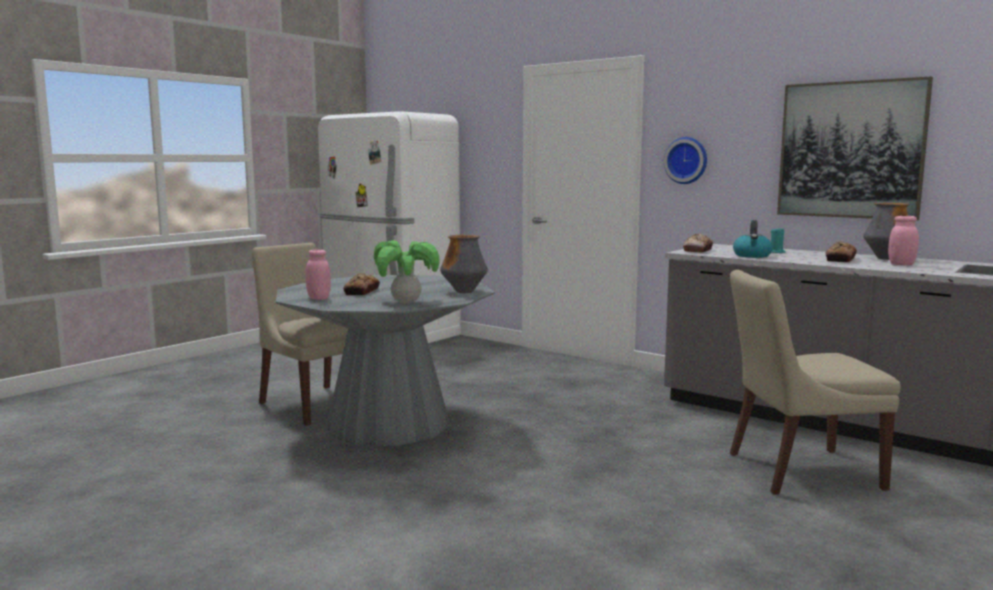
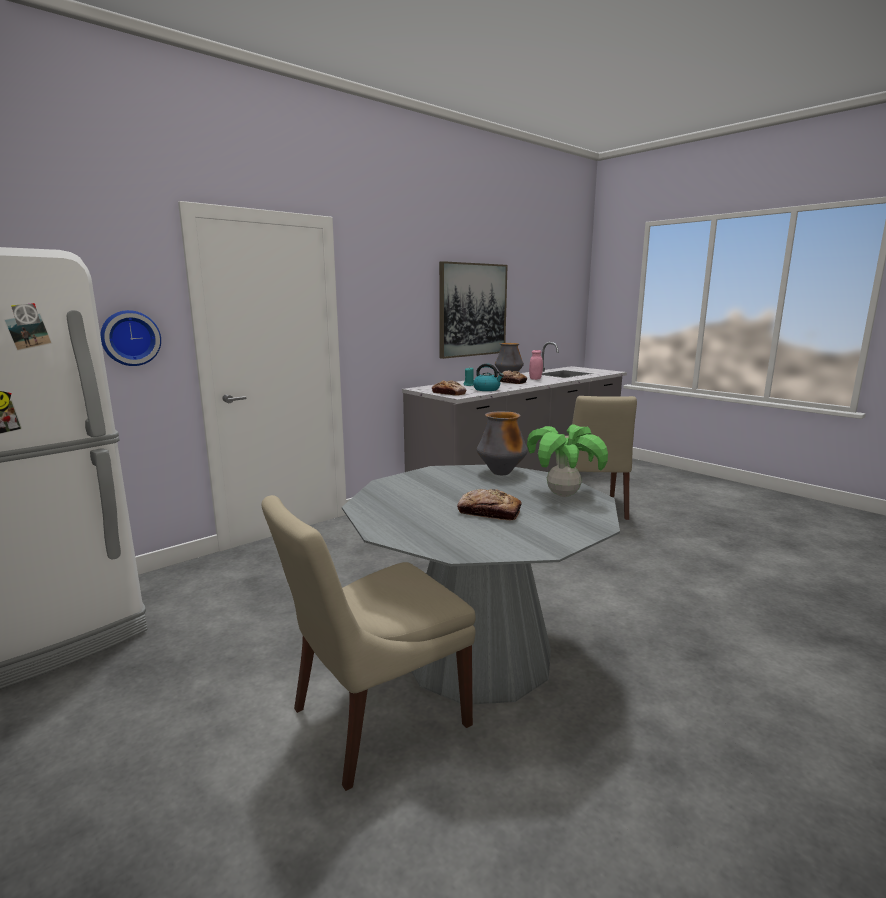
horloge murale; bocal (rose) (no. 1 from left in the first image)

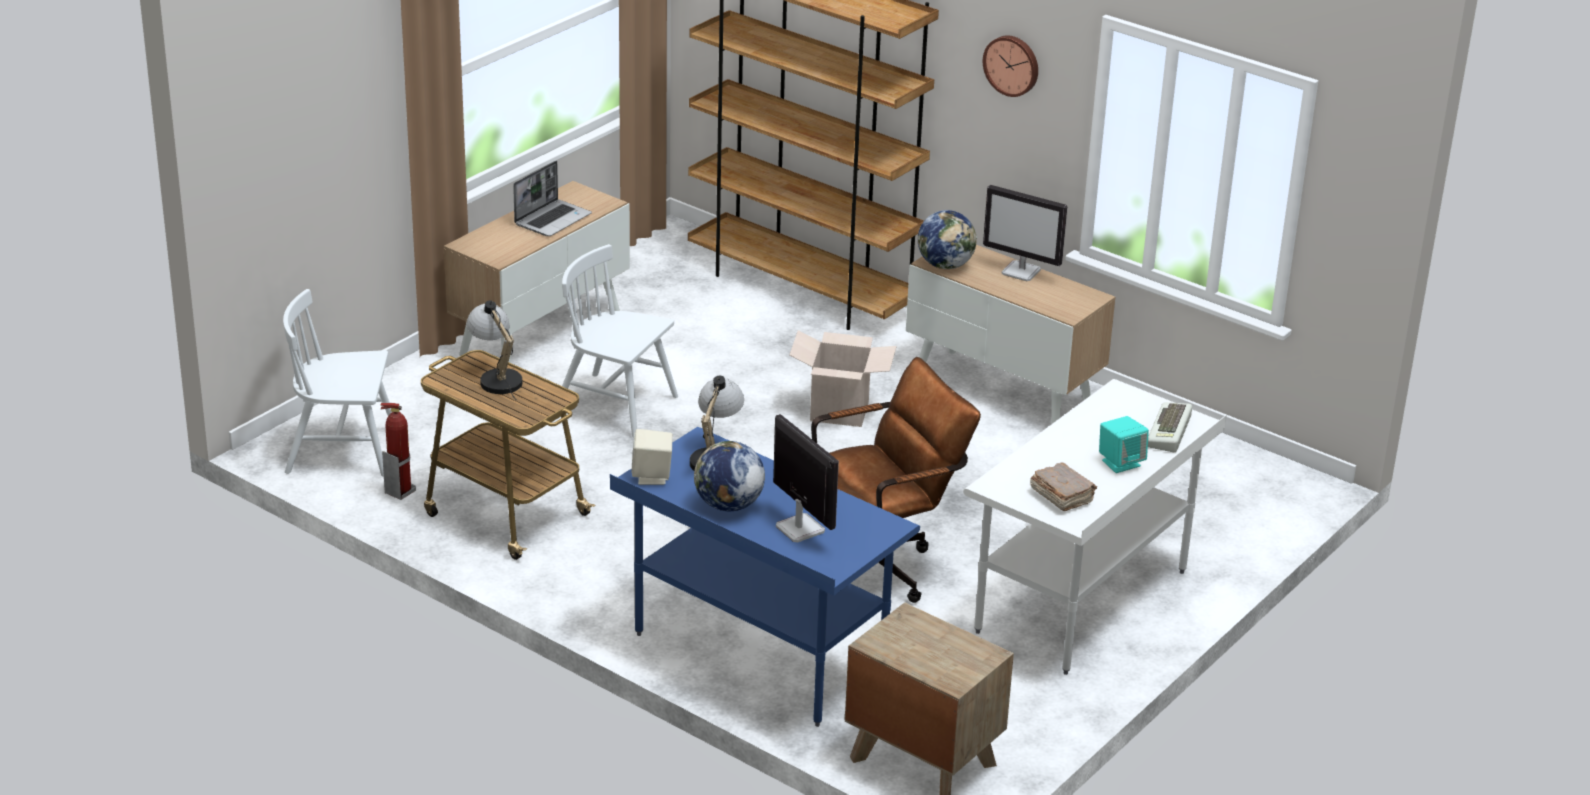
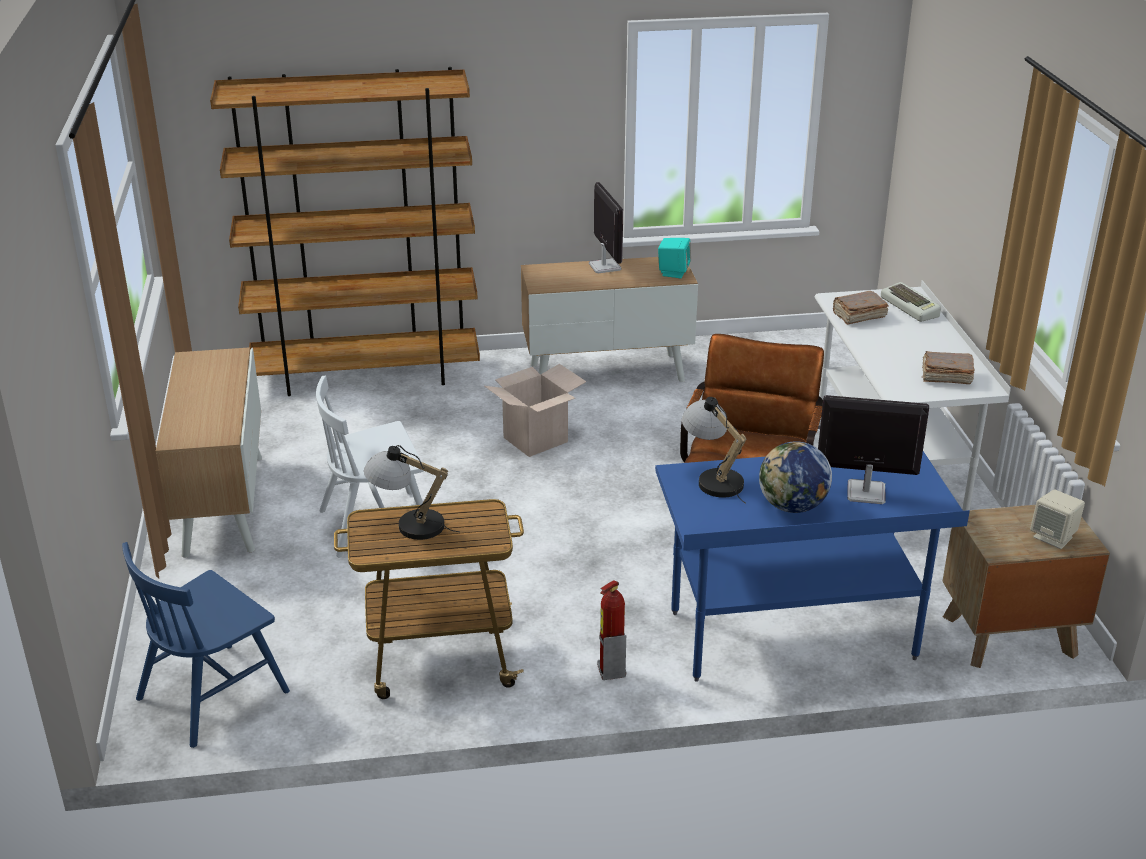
chaise (bleu); écran d'ordinateur (no. 1 from left); extincteur; enceinte (turquoise); livre (marron) (no. 1 from left); enceinte (beige); ordinateur portable; globe (no. 2 from left in the first image); horloge murale

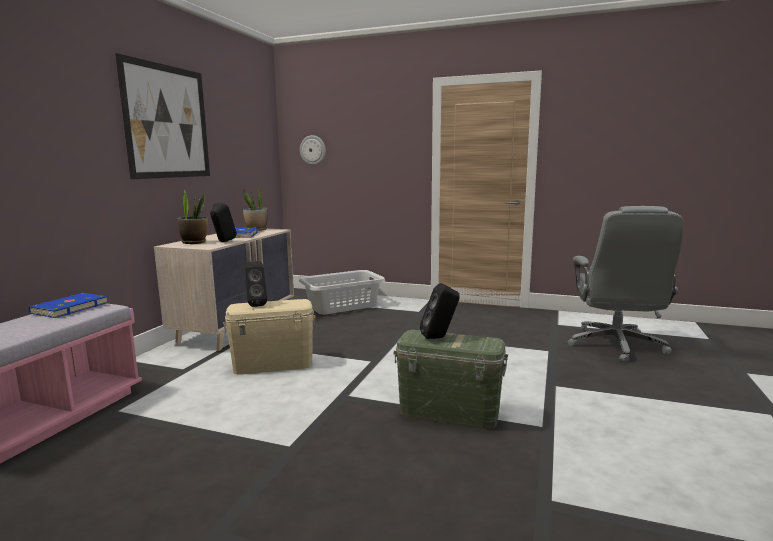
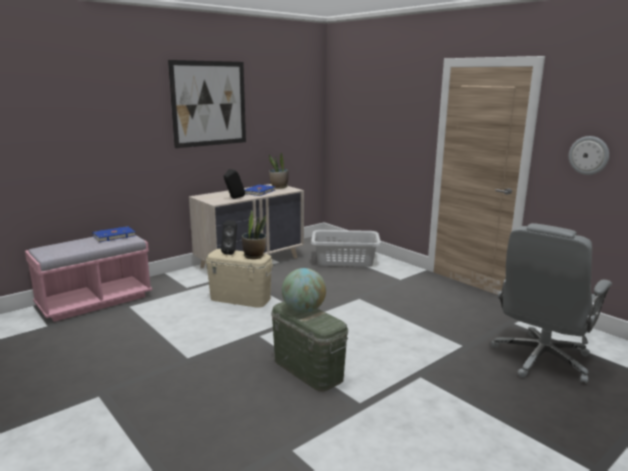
plante en pot (no. 1 from left); globe; horloge murale

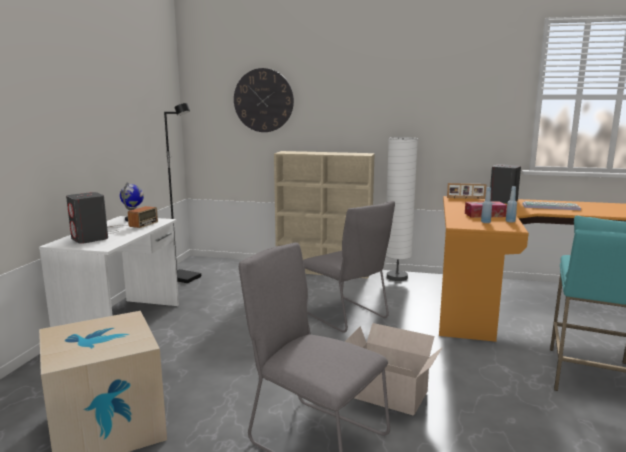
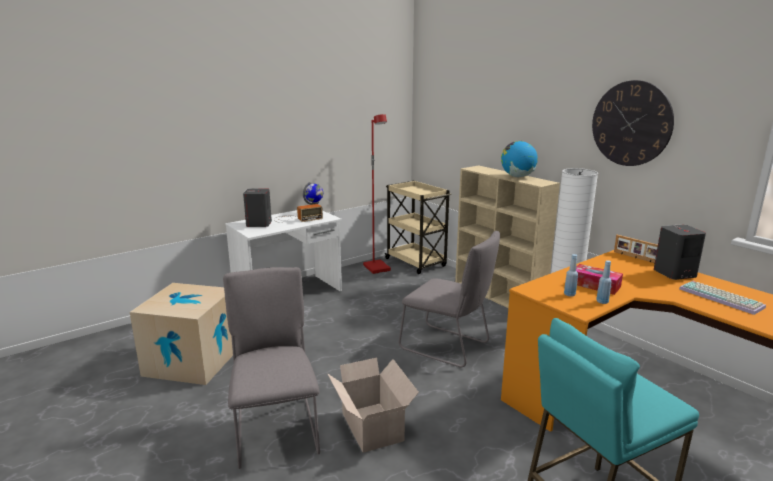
lampadaire (rouge); chariot (beige); chaise (gris) (no. 2 from left); globe (no. 2 from left); horloge murale

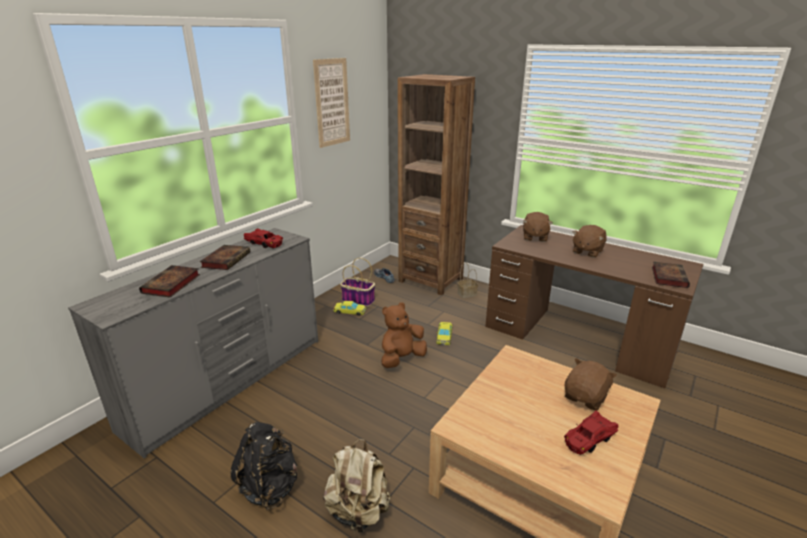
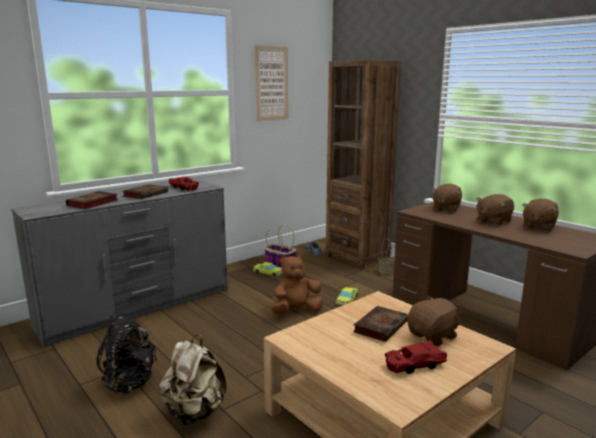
livre (no. 3 from left); peluche (marron) (no. 5 from left)

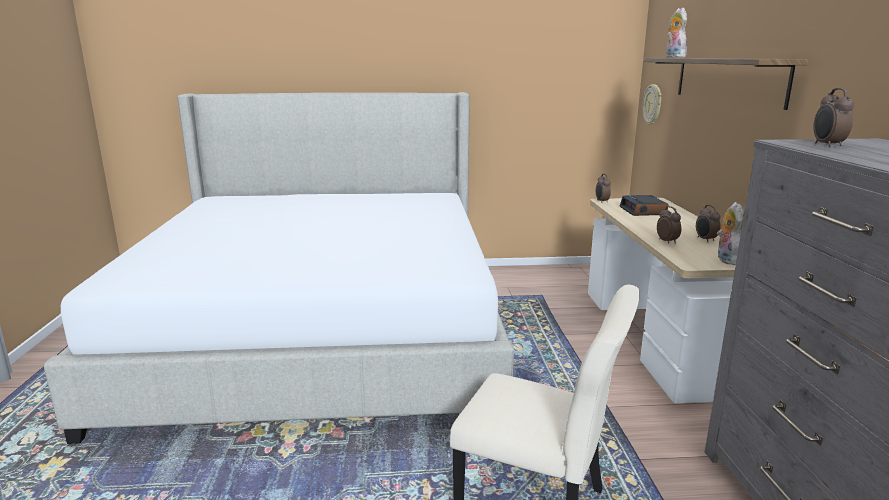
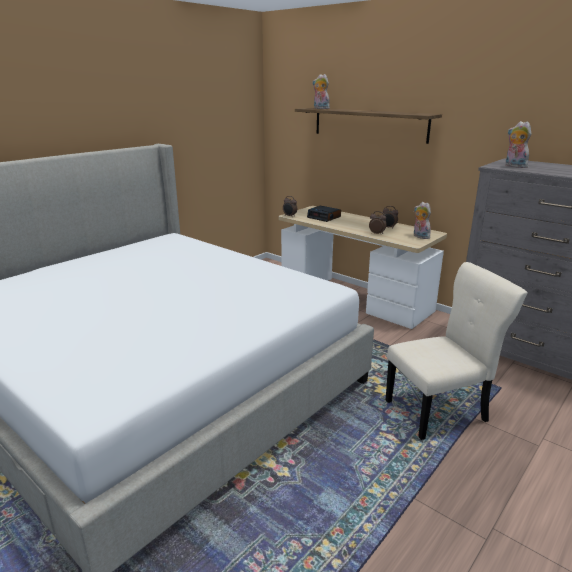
peluche (no. 3 from left); horloge murale

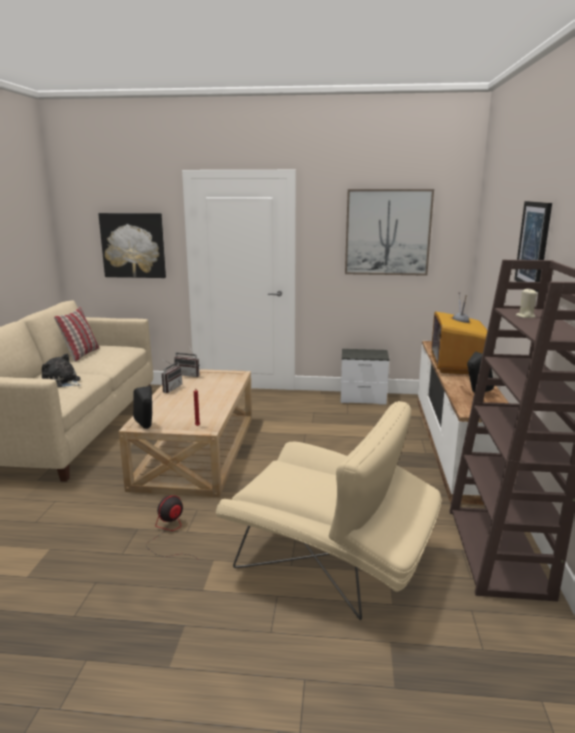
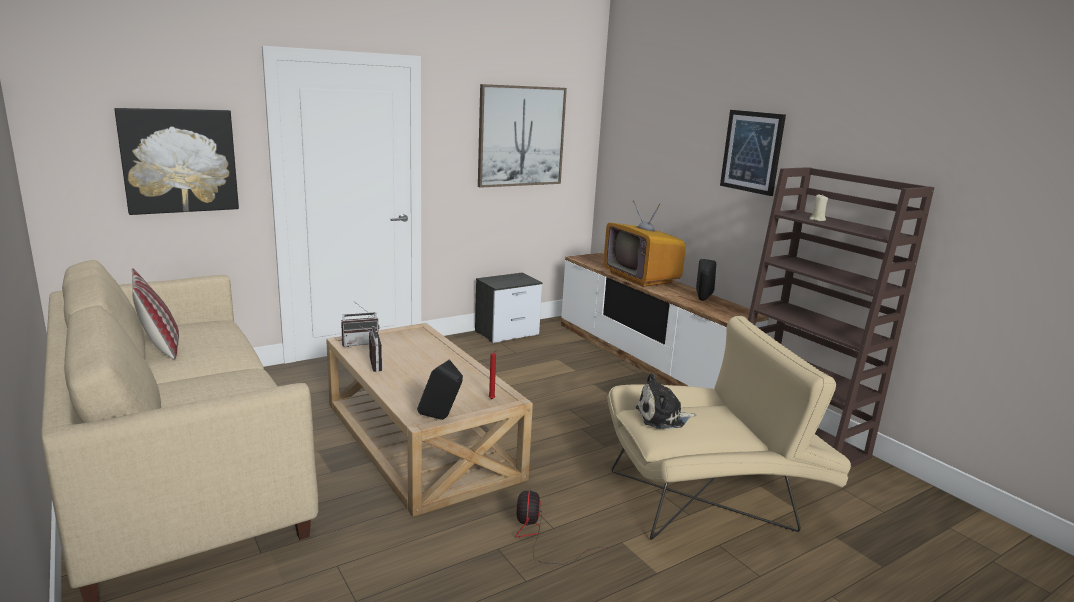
peluche

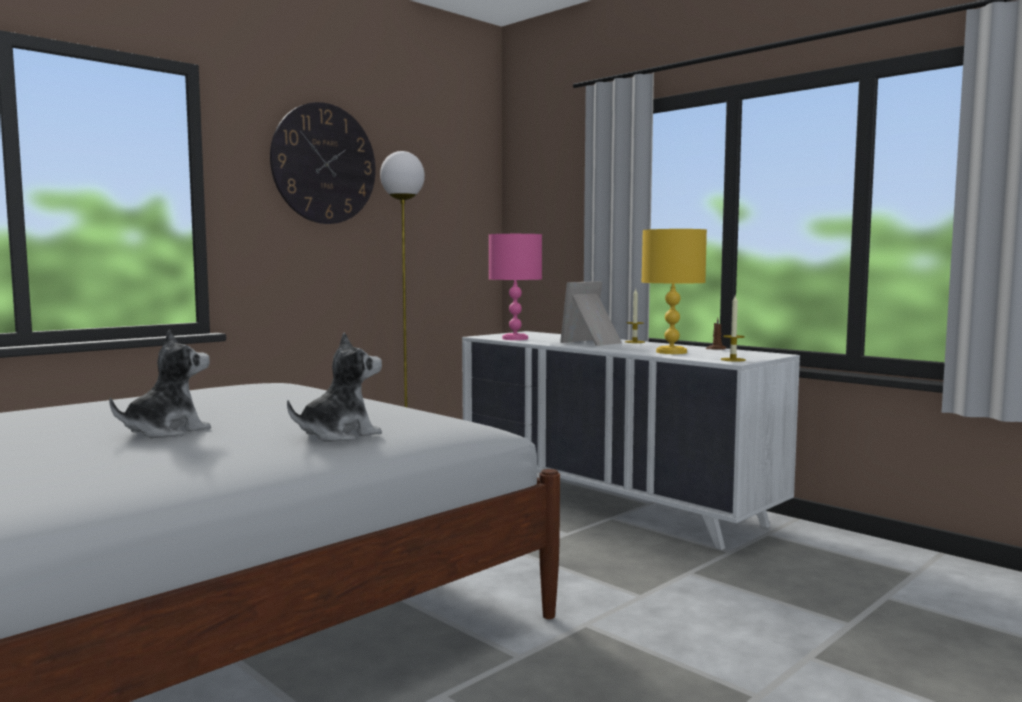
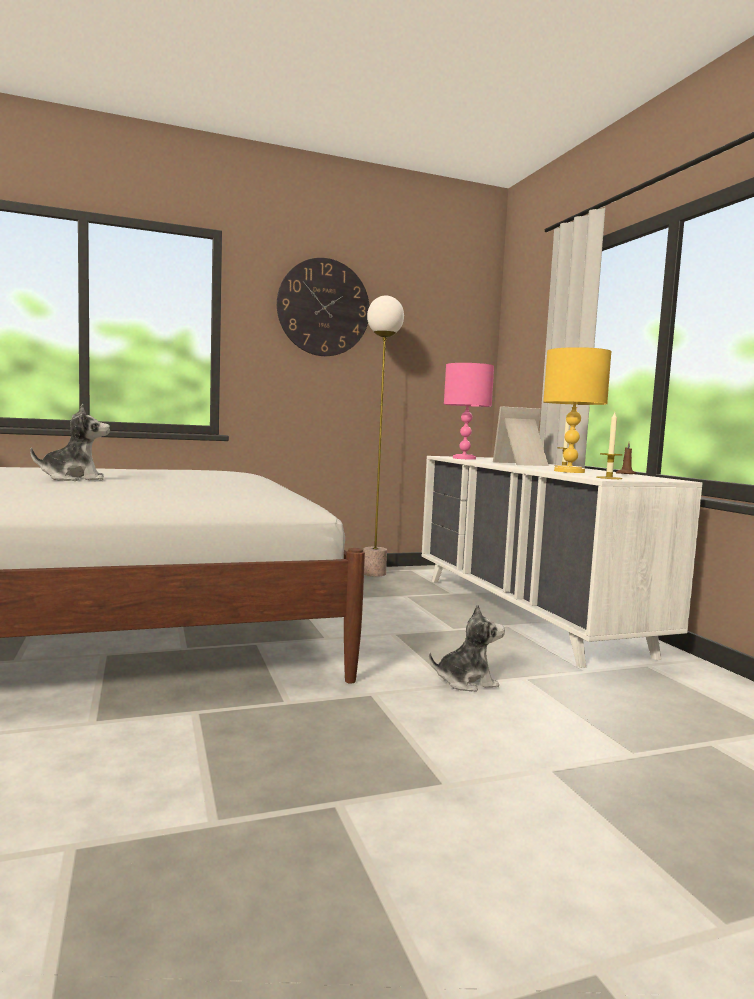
peluche (no. 2 from left)

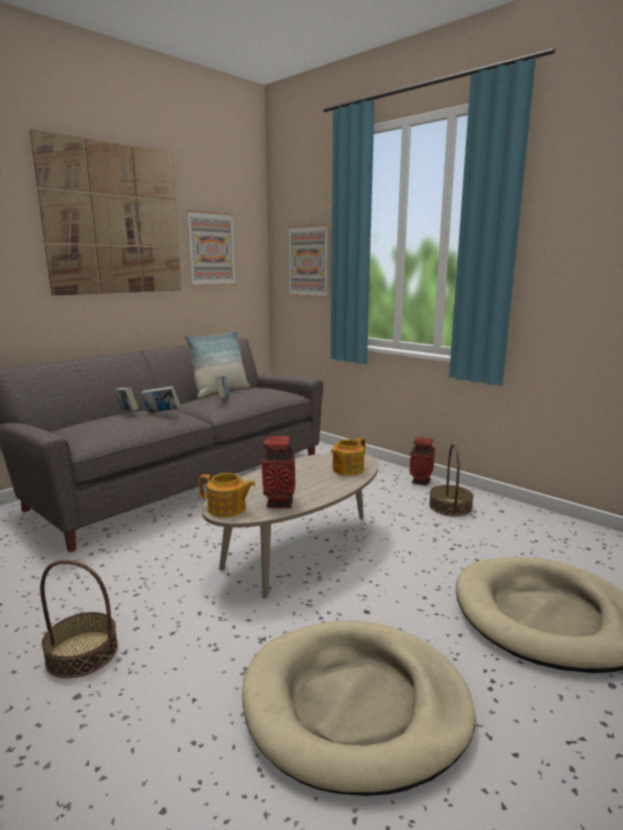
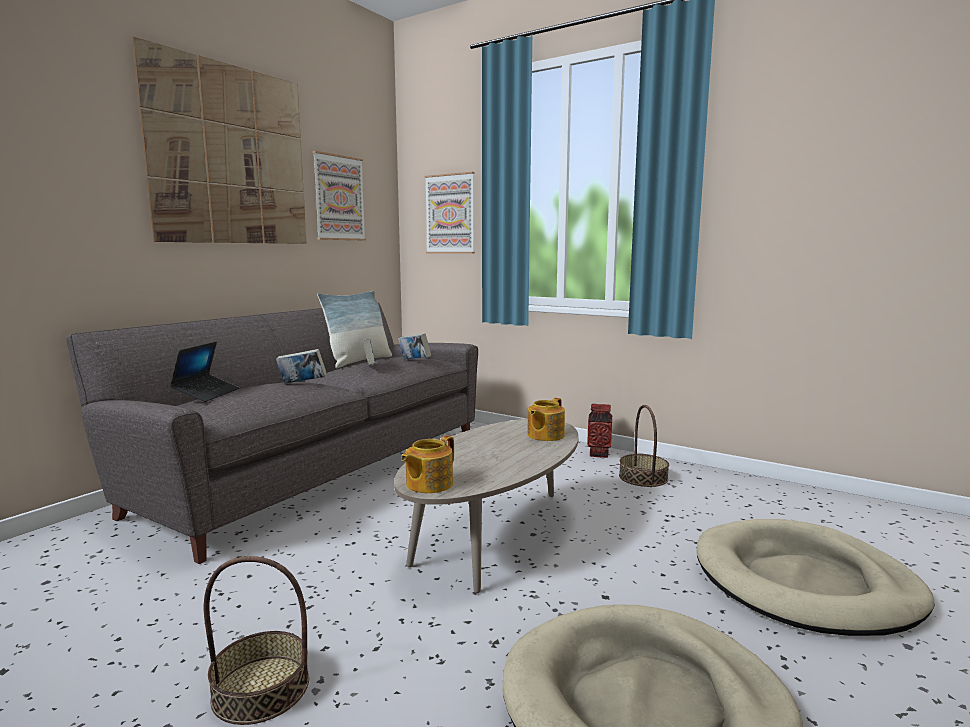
ordinateur portable; livre (no. 3 from left); théière (no. 1 from left); vase (no. 1 from left in the first image)

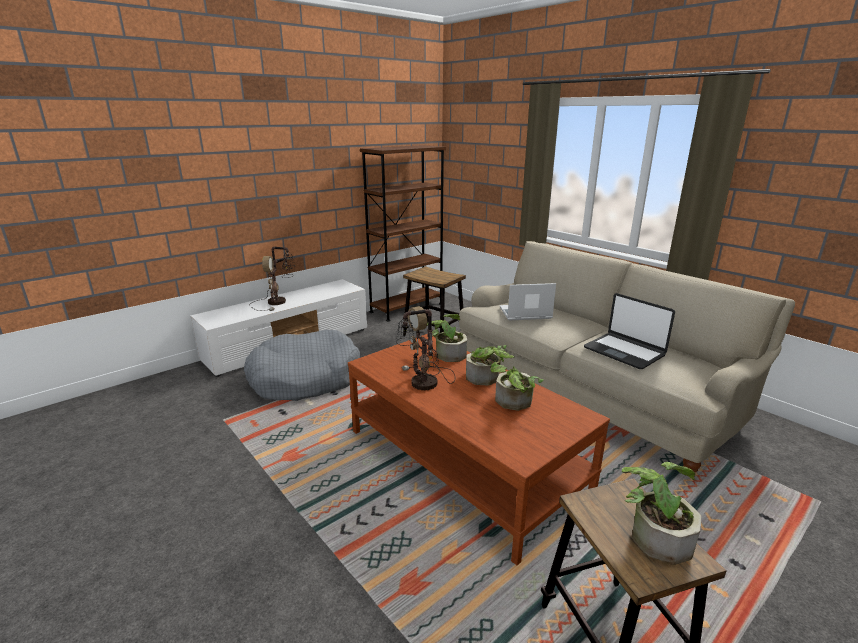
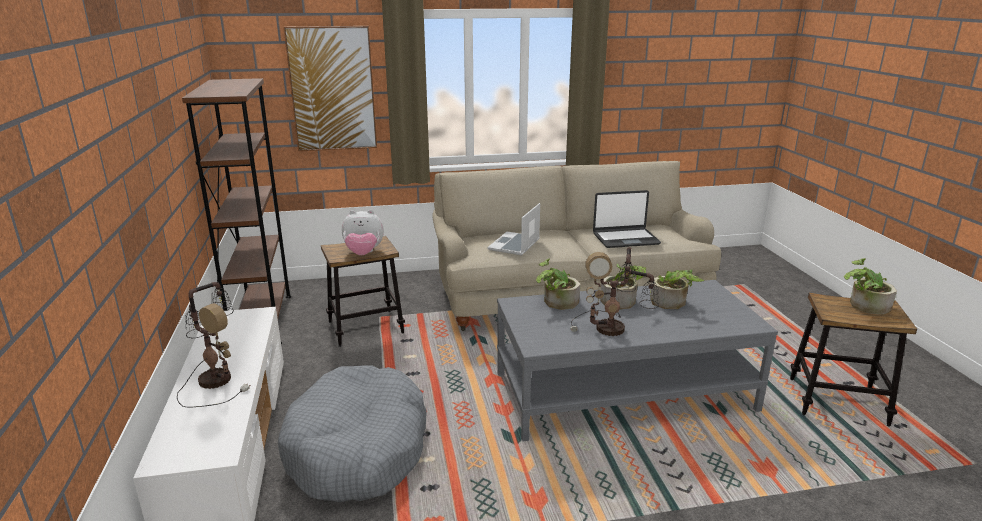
tableau; peluche; table basse (gris)

